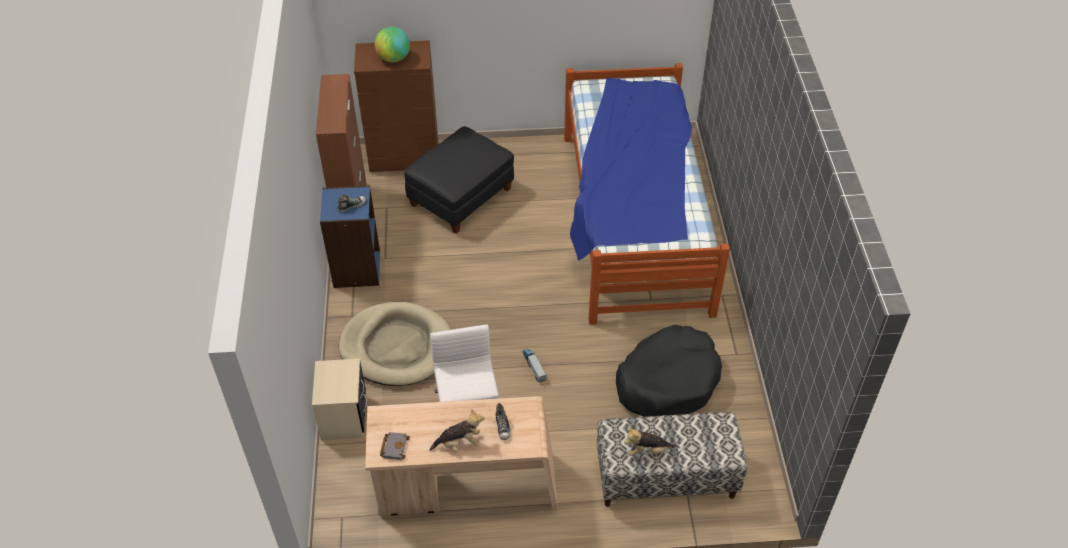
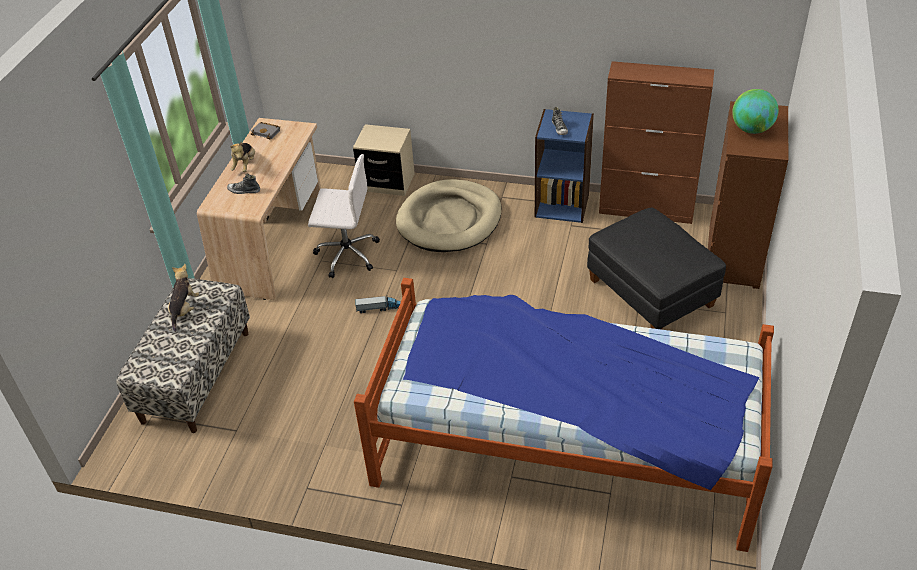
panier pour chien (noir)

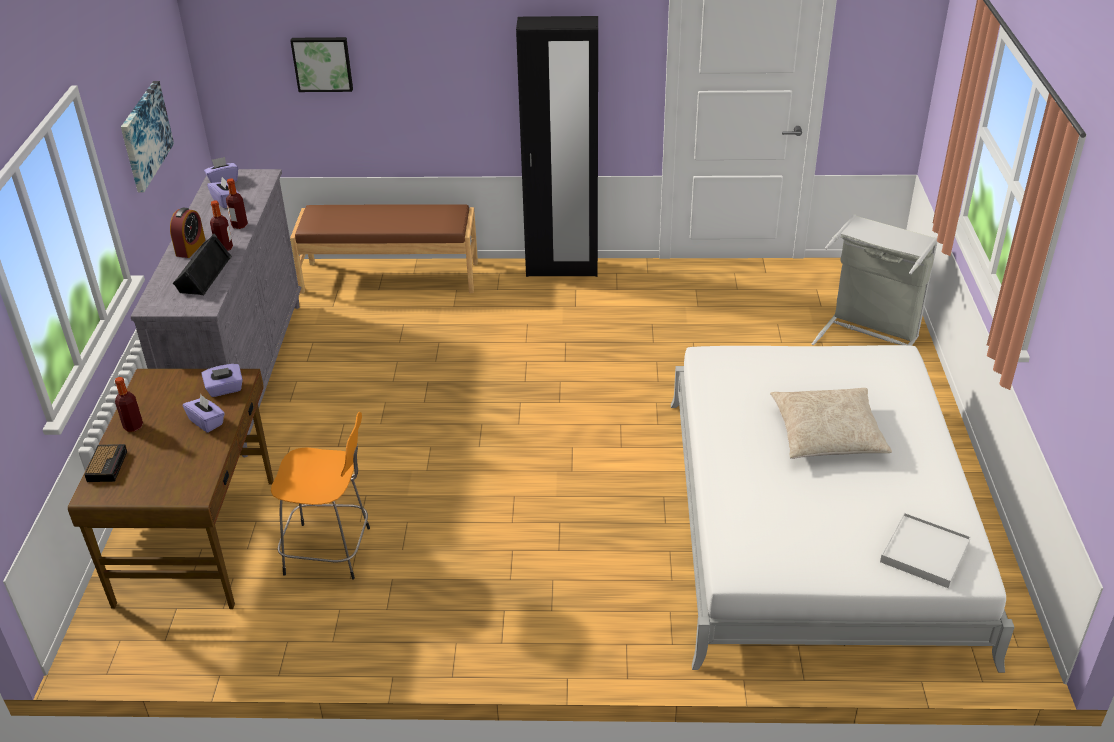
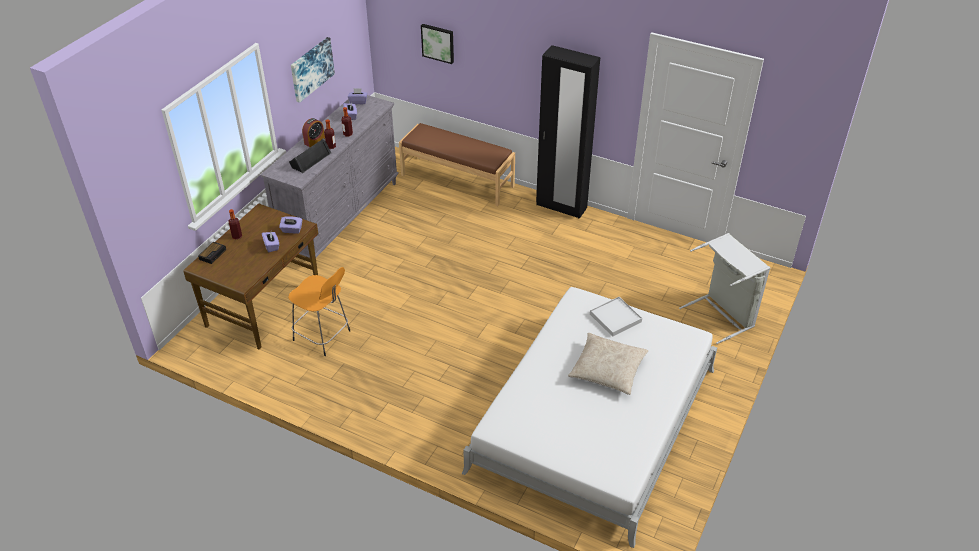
plateau (blanc)

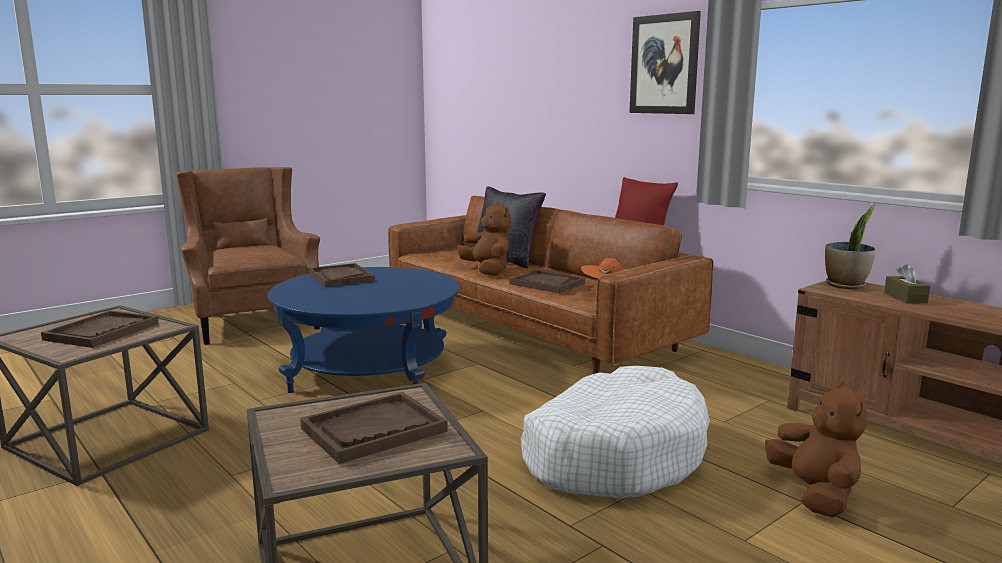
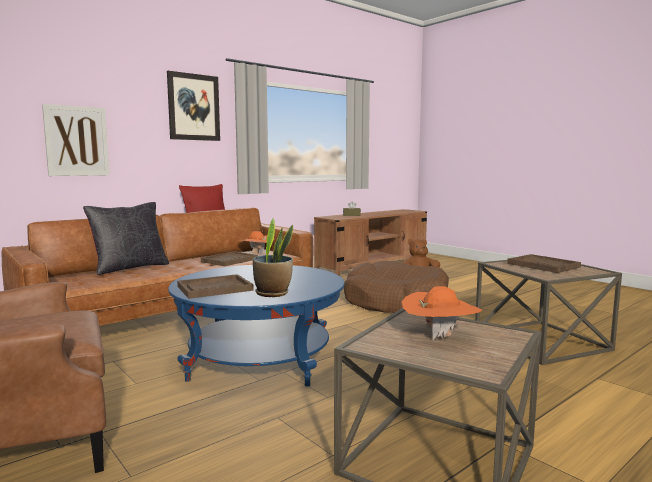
tableau (no. 1 from left); plante en pot; panier pour chien (marron); chapeau (orange) (no. 2 from left); peluche (marron) (no. 1 from left in the first image)

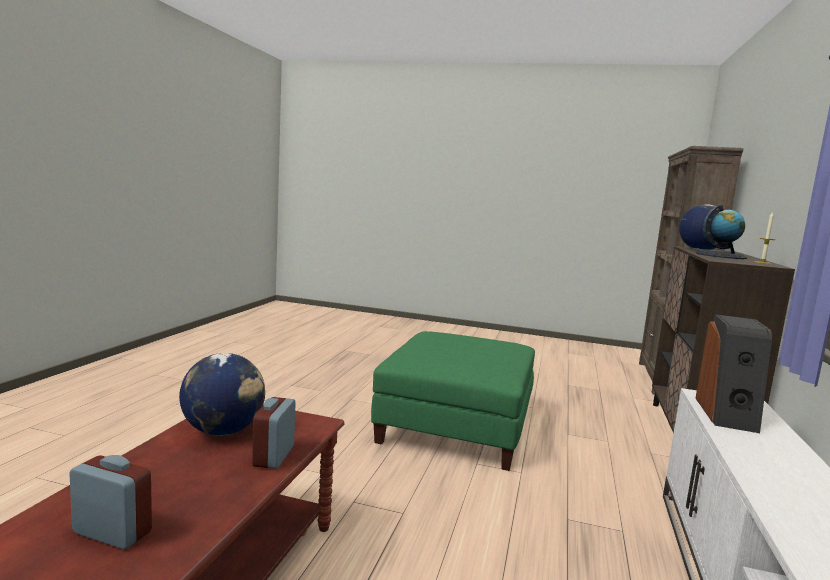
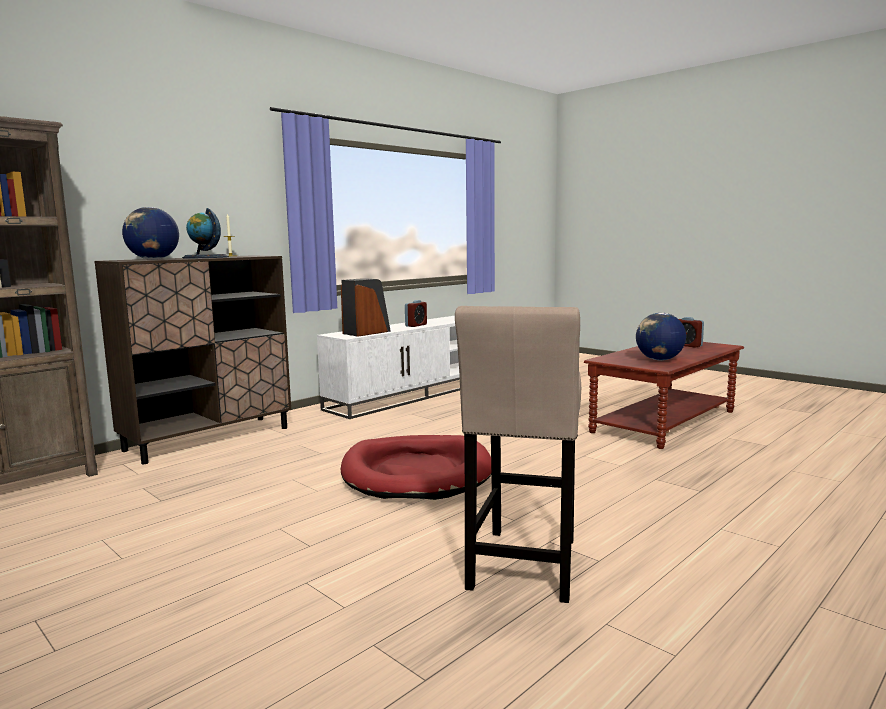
panier pour chien (rouge); réveil (no. 1 from left); tabouret (beige)

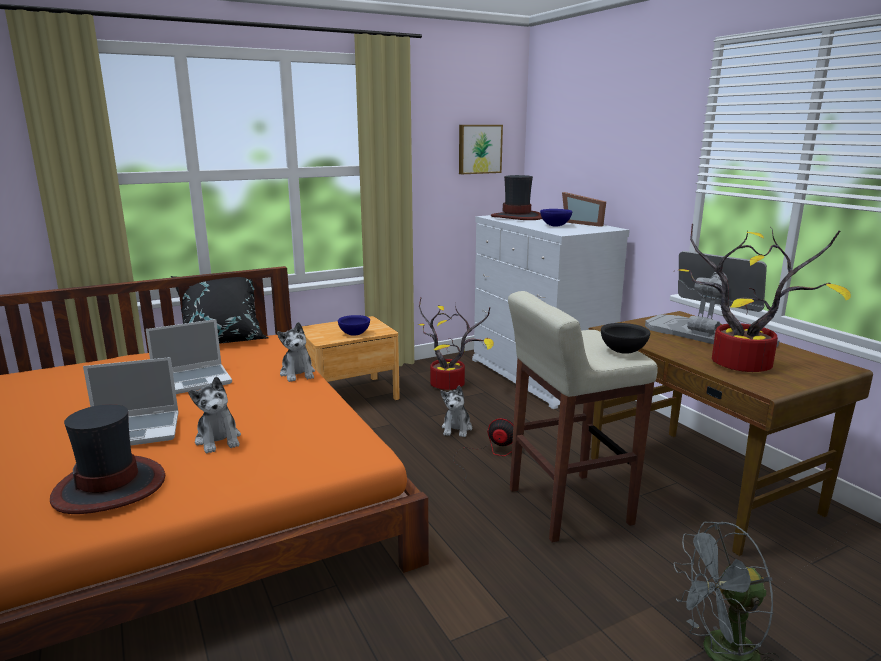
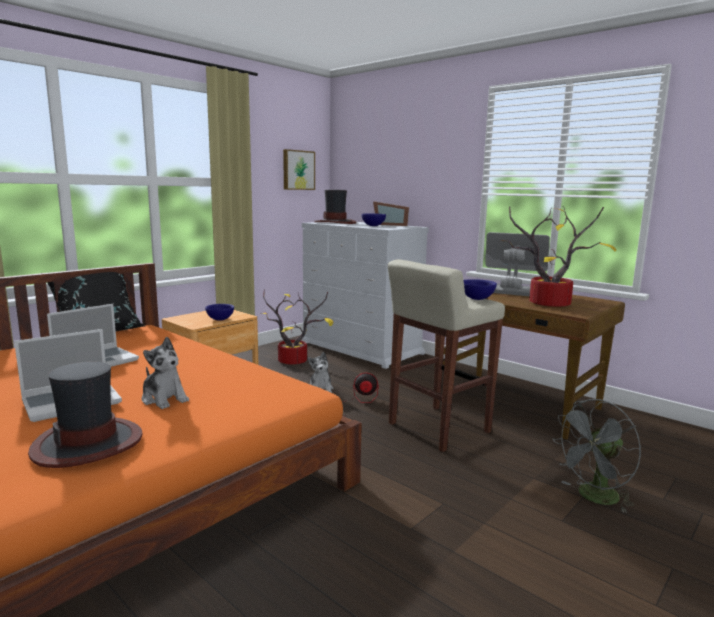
bol (bleu) (no. 3 from left); peluche (no. 2 from left in the first image)

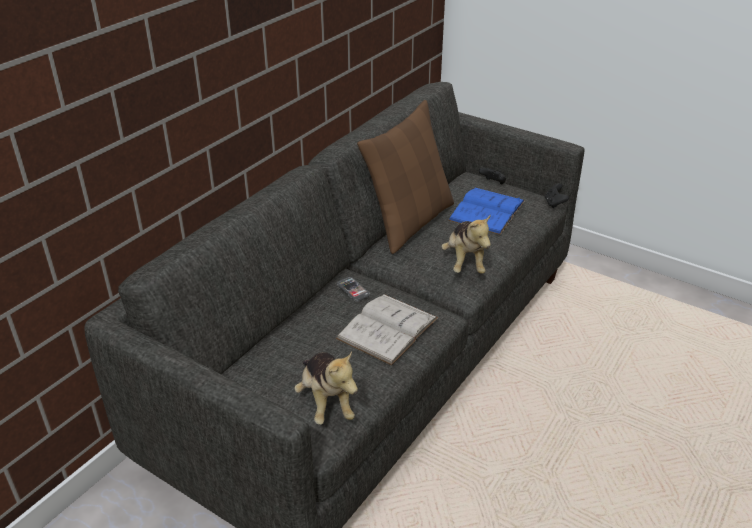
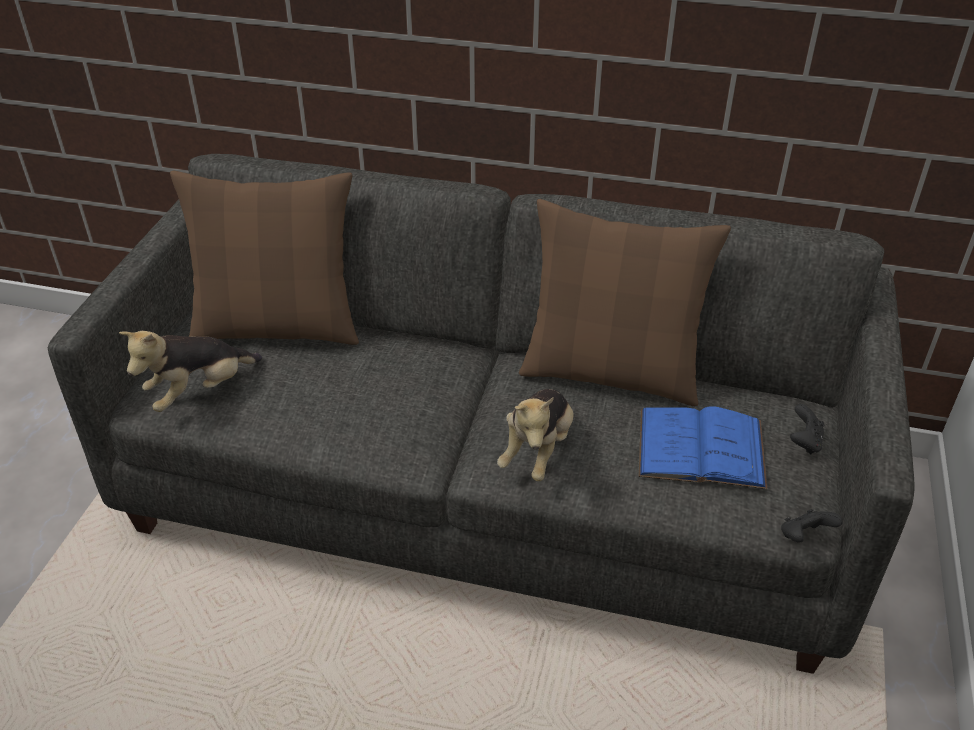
coussin (marron) (no. 1 from left); peluche (no. 2 from left); livre (blanc); téléphone

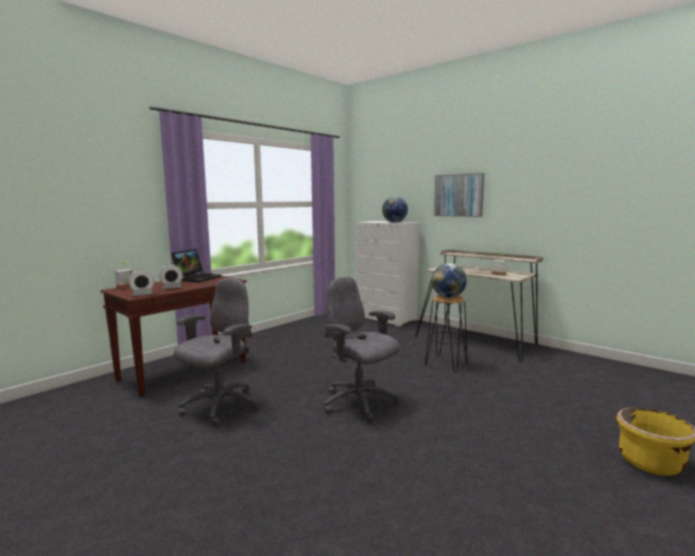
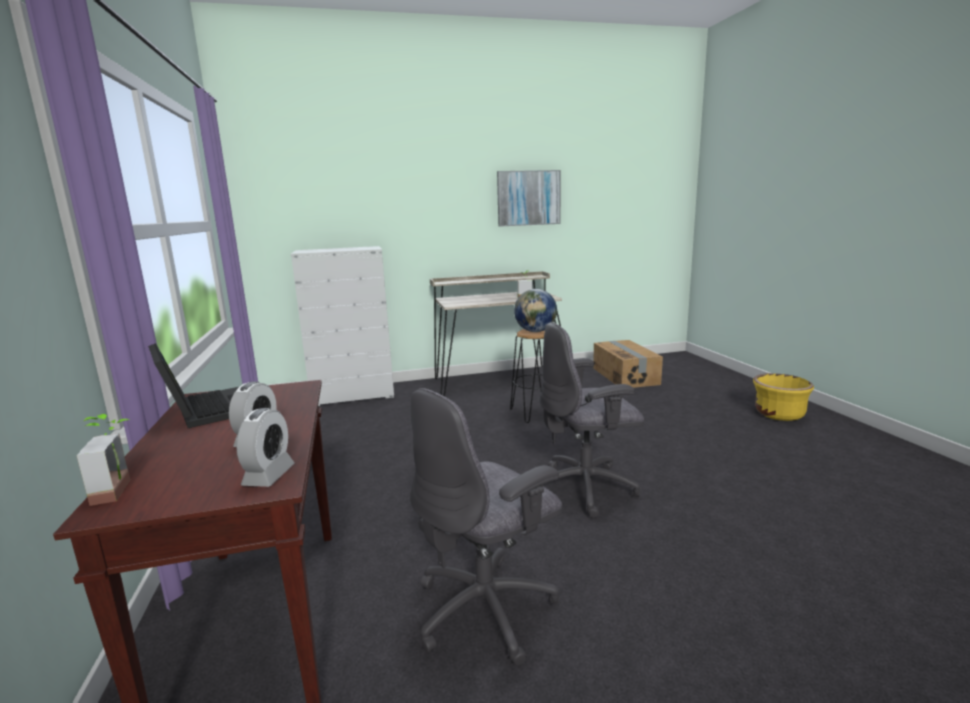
chaise de bureau (gris) (no. 1 from left); tableau; carton; globe (no. 1 from left in the first image)

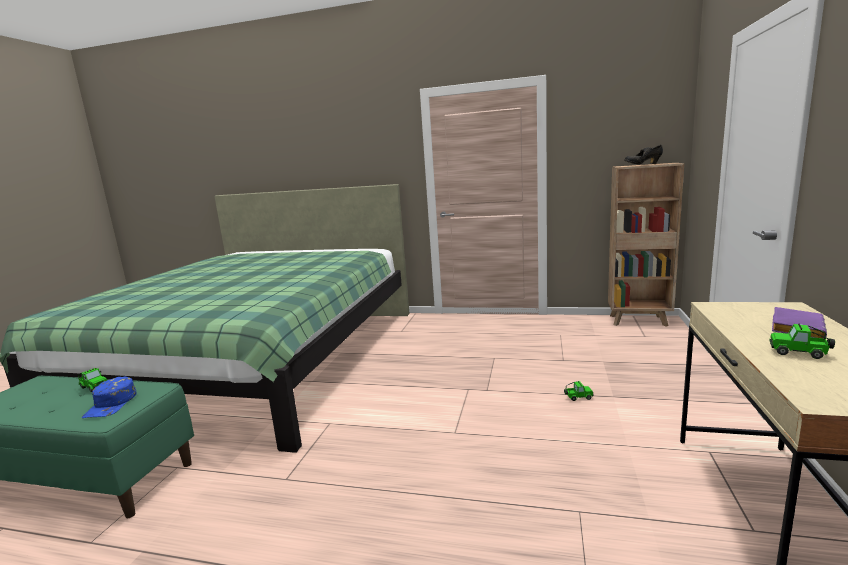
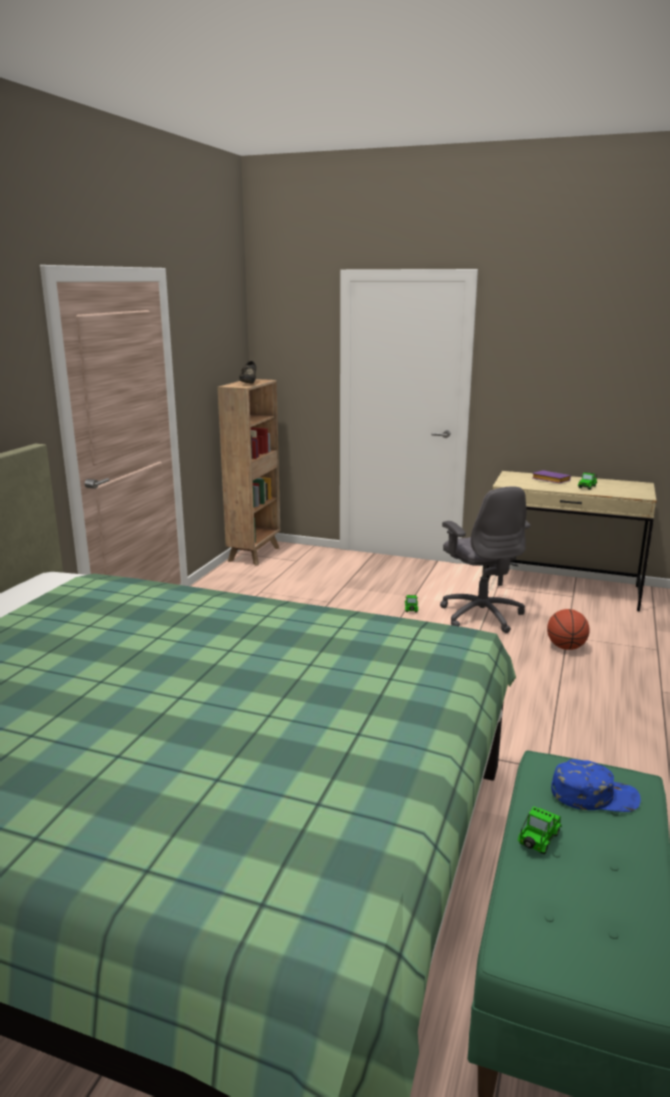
chaise de bureau (gris); ballon de basket

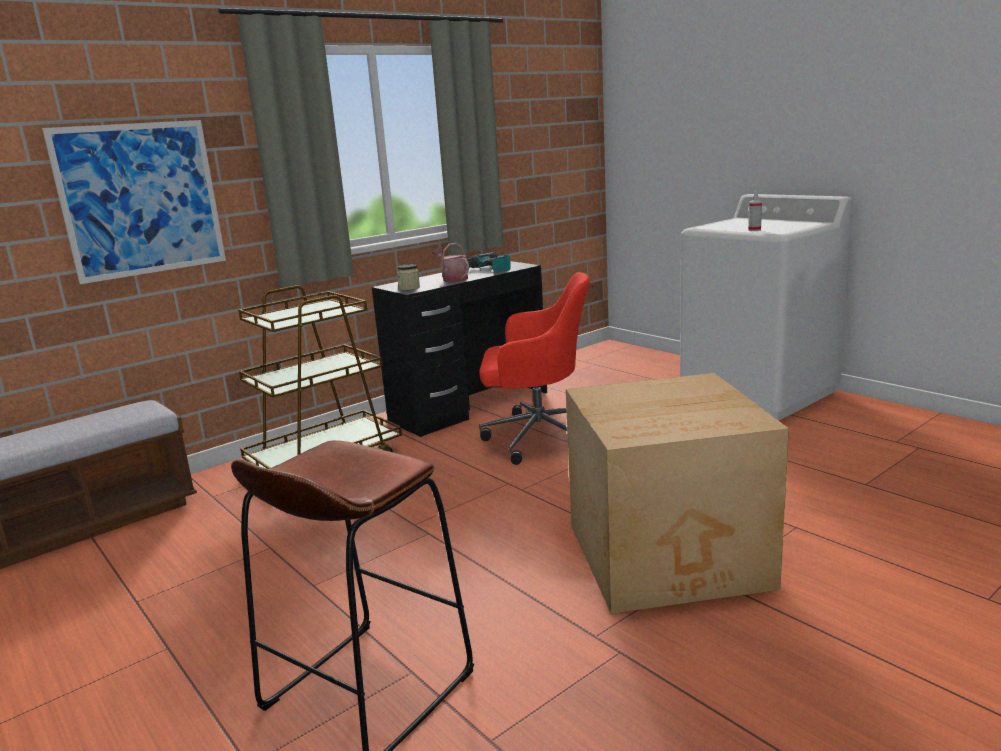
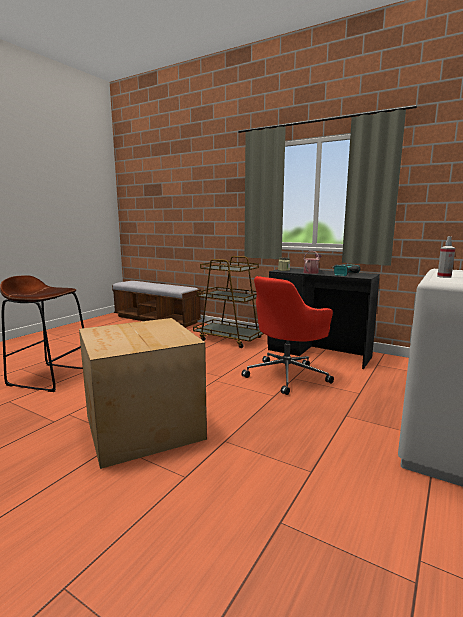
chaise de bureau (rouge); tableau

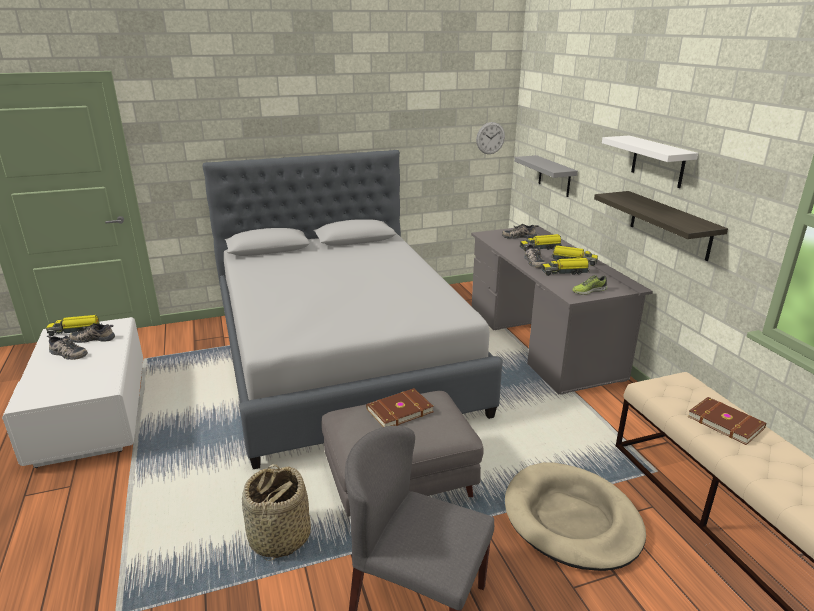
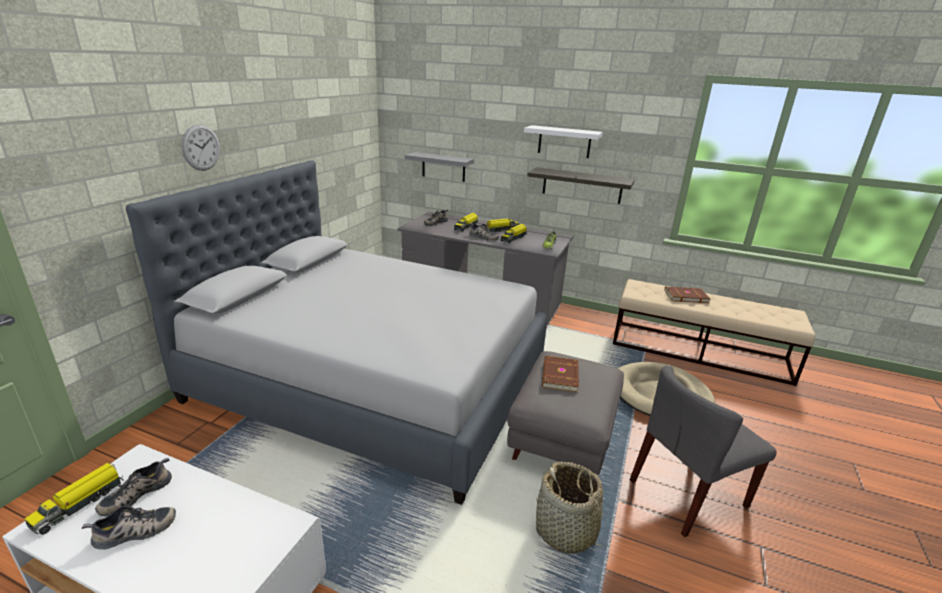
horloge murale

